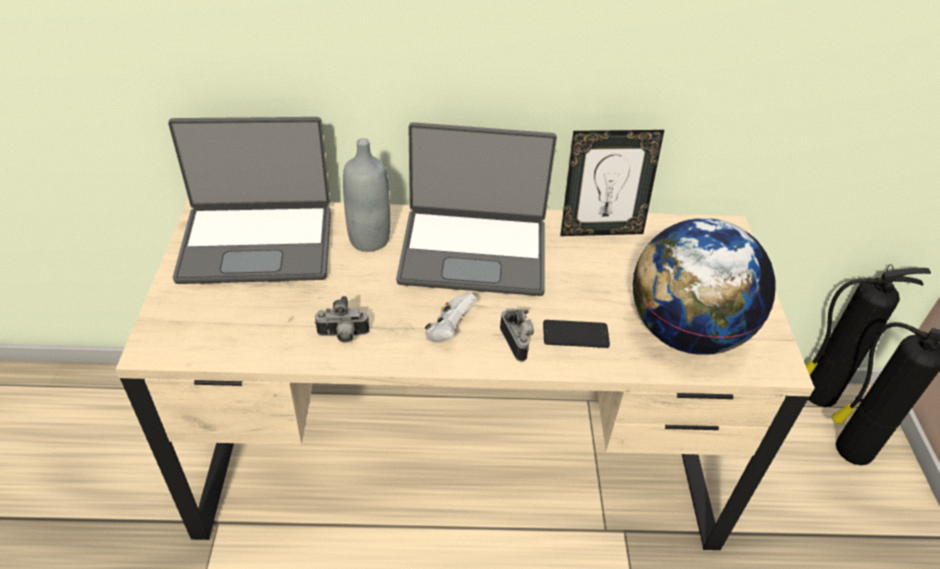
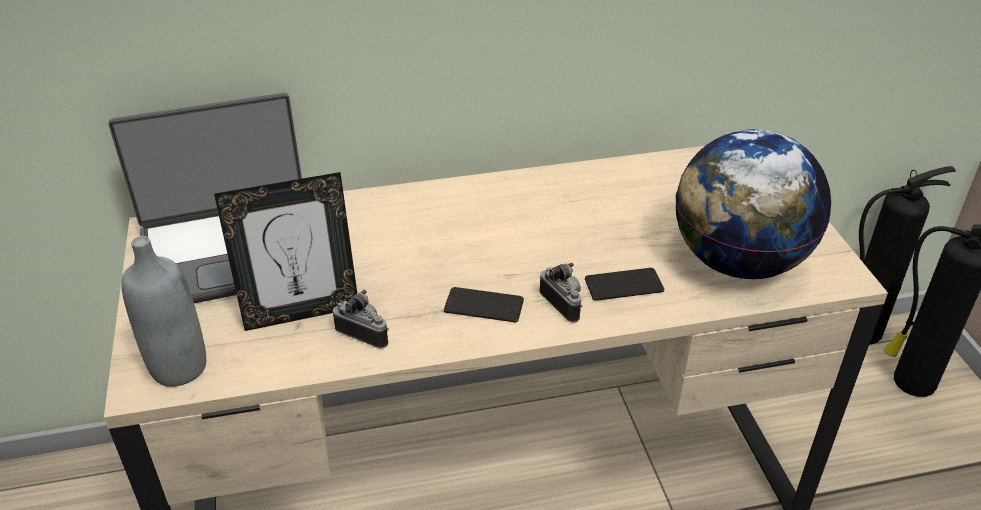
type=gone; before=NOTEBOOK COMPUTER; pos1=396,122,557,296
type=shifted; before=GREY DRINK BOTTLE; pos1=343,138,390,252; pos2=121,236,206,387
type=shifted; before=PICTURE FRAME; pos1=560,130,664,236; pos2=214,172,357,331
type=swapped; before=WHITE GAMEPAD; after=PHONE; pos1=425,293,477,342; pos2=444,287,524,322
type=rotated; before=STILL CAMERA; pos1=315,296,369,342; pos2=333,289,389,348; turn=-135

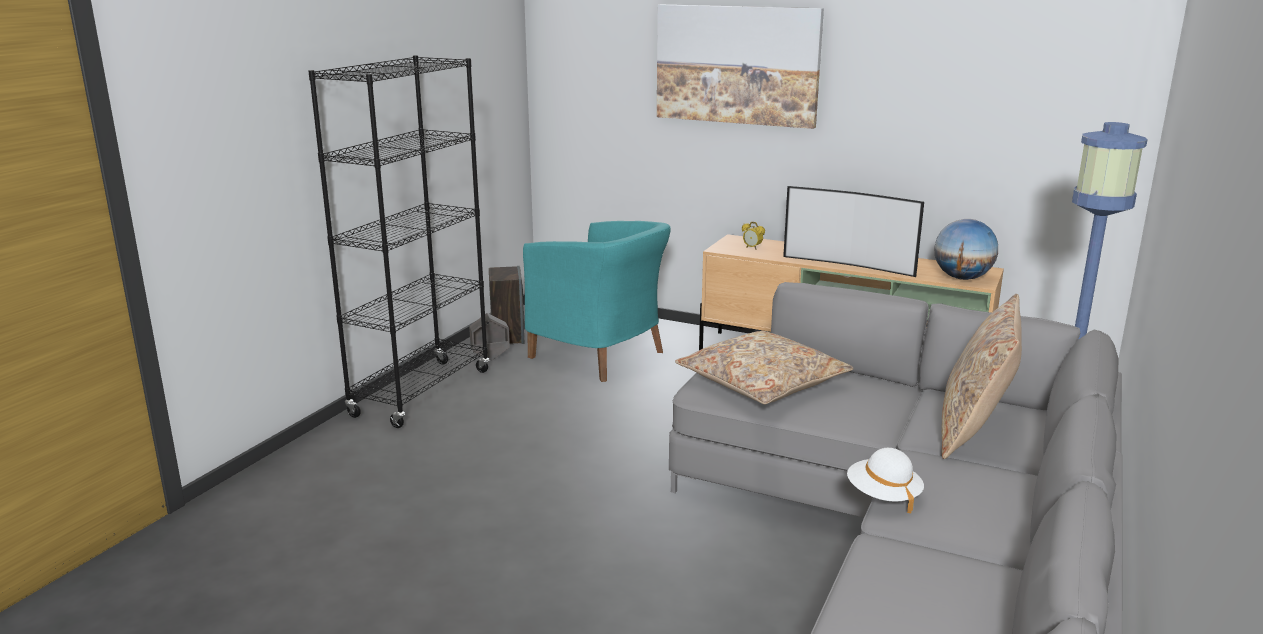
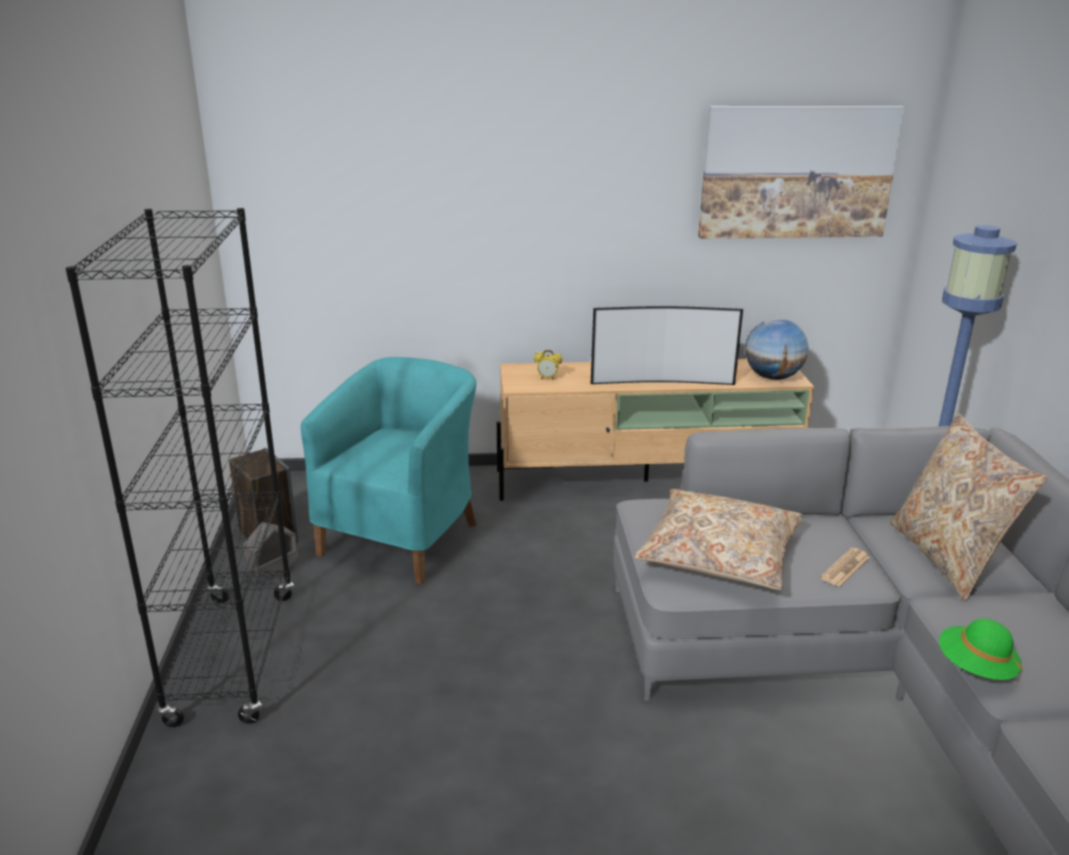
type=new; after=PRINTED PAPER; pos2=820,548,870,587
type=shifted; before=WALL PICTURE; pos1=657,5,824,129; pos2=698,106,905,239
type=repainted; before=WHITE CLOTHING HAT; after=GREEN CLOTHING HAT; pos1=847,448,924,513; pos2=939,619,1022,681
type=rotated; before=TURQUOISE ARMCHAIR; pos1=523,221,671,382; pos2=301,357,476,585; turn=-75

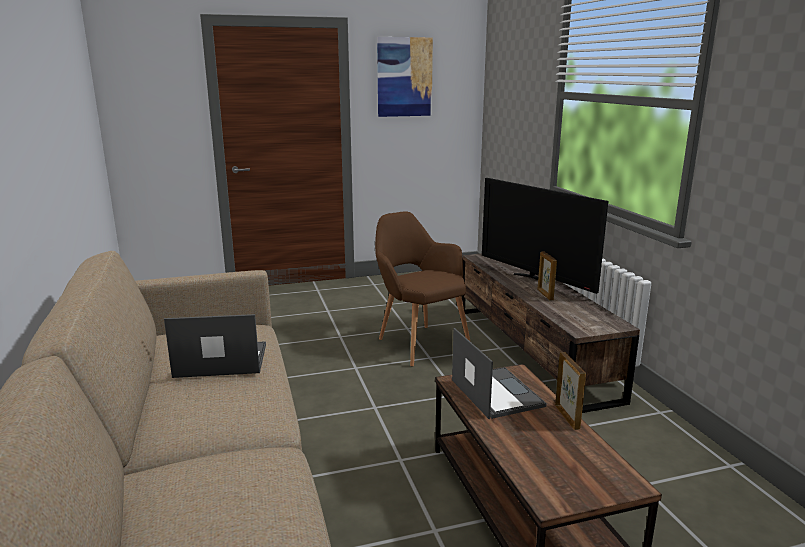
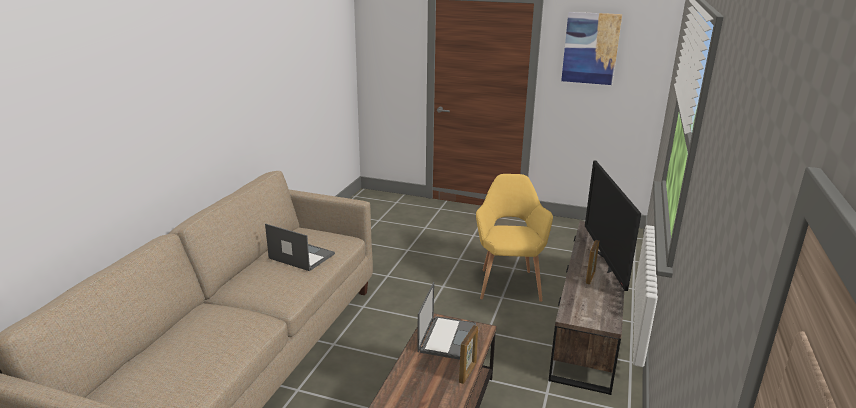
type=repainted; before=BROWN-COLOURED ARMCHAIR; after=YELLOW ARMCHAIR; pos1=375,211,471,367; pos2=476,174,553,302

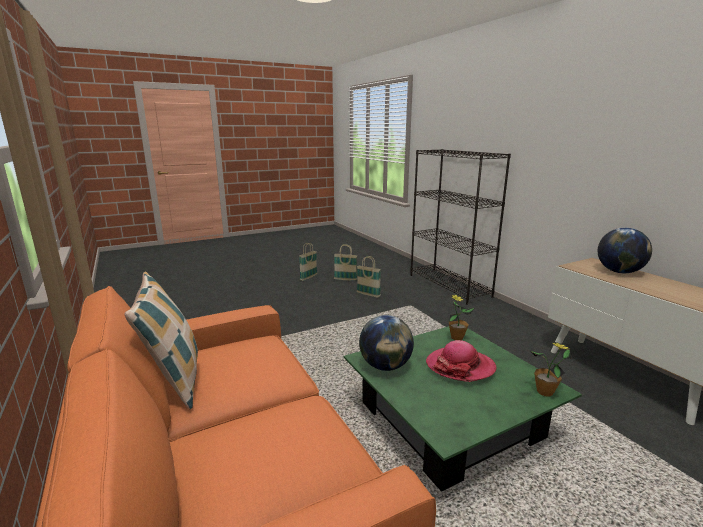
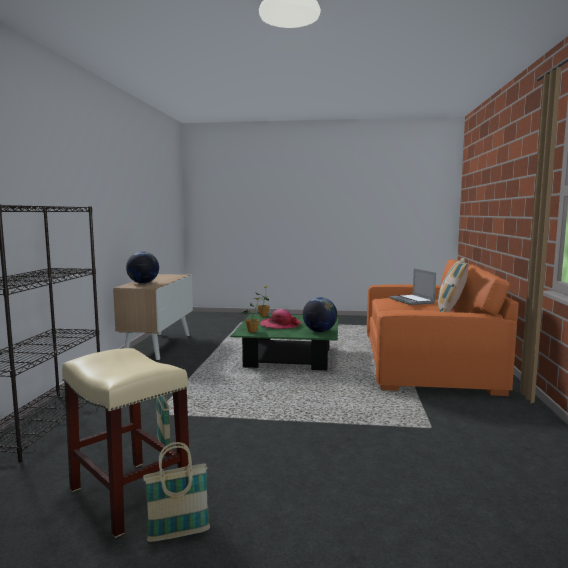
type=new; after=NOTEBOOK COMPUTER; pos2=390,269,436,305
type=swapped; before=STORAGE BASKET; after=BEIGE-COLOURED STOOL SEAT; pos1=334,244,357,281; pos2=62,348,189,538

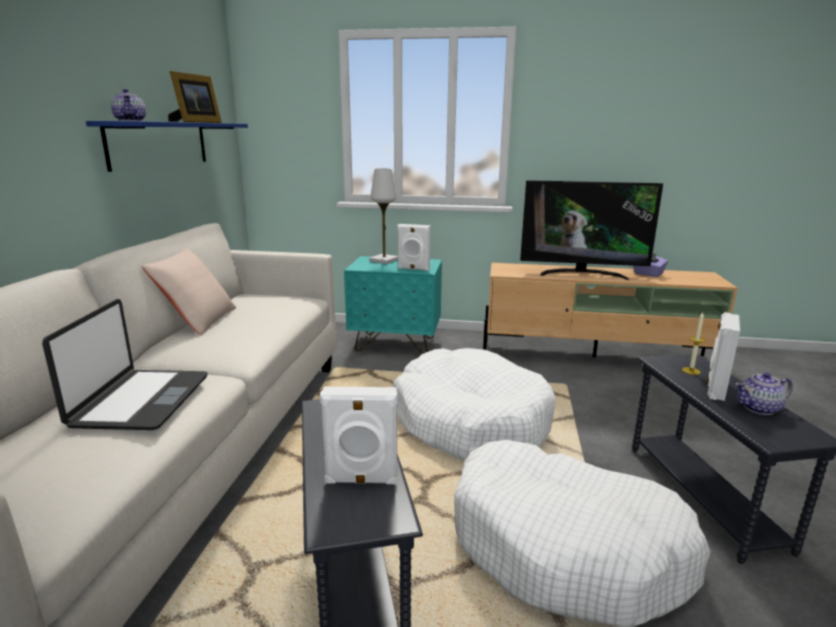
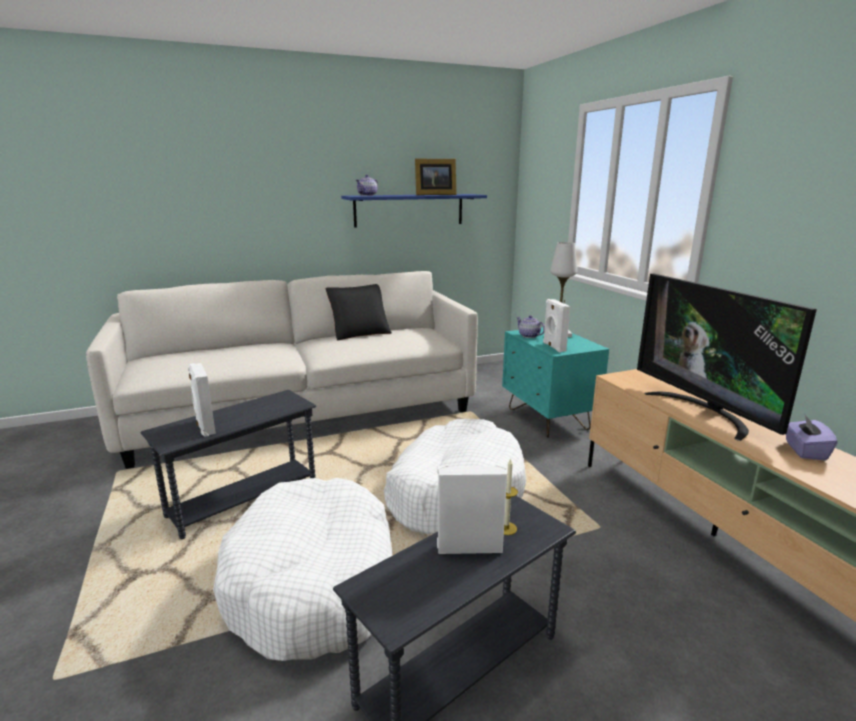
type=gone; before=NOTEBOOK COMPUTER; pos1=42,299,208,430
type=shifted; before=TEA POT; pos1=735,372,793,415; pos2=516,315,545,338
type=repainted; before=BEIGE-COLOURED PILLOW; after=BLACK PILLOW; pos1=142,249,237,335; pos2=325,284,392,340

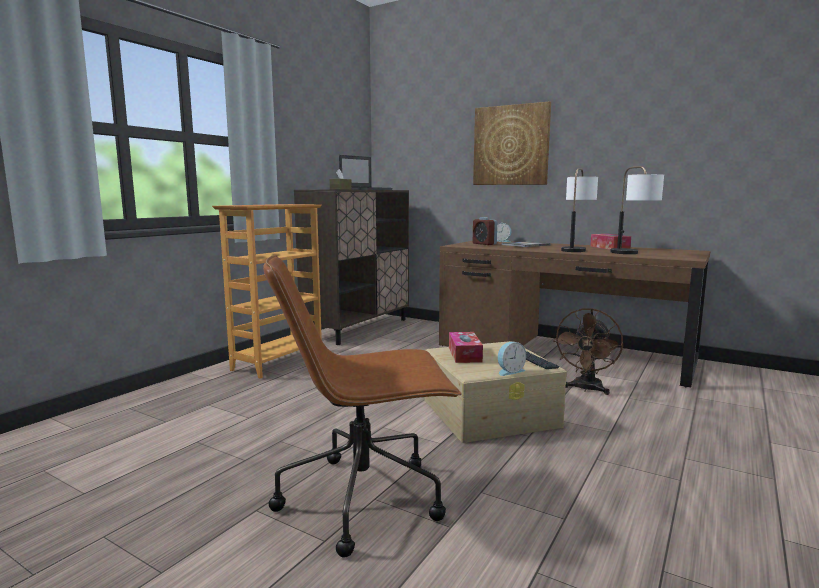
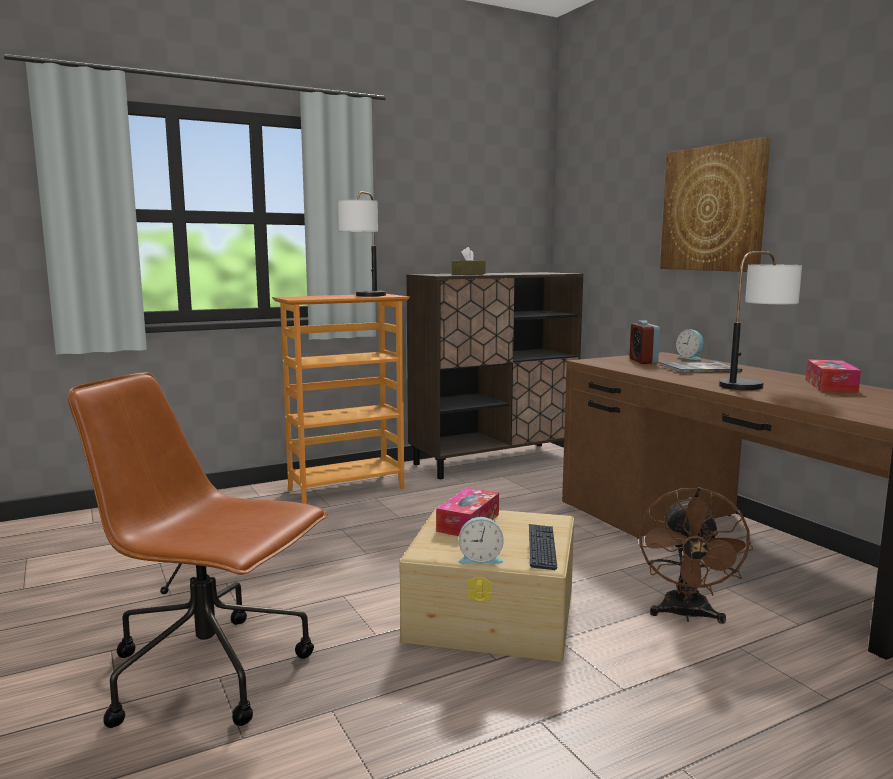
type=gone; before=NOTEBOOK COMPUTER; pos1=339,155,392,190
type=shifted; before=TABLETOP LAMP; pos1=610,166,664,254; pos2=338,191,386,297
type=rotated; before=BROWN-COLOURED COOLING FAN; pos1=554,308,623,395; pos2=639,487,753,624; turn=-45

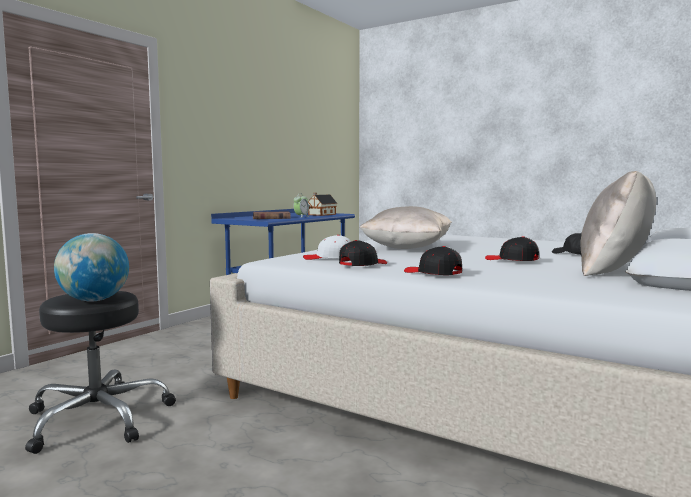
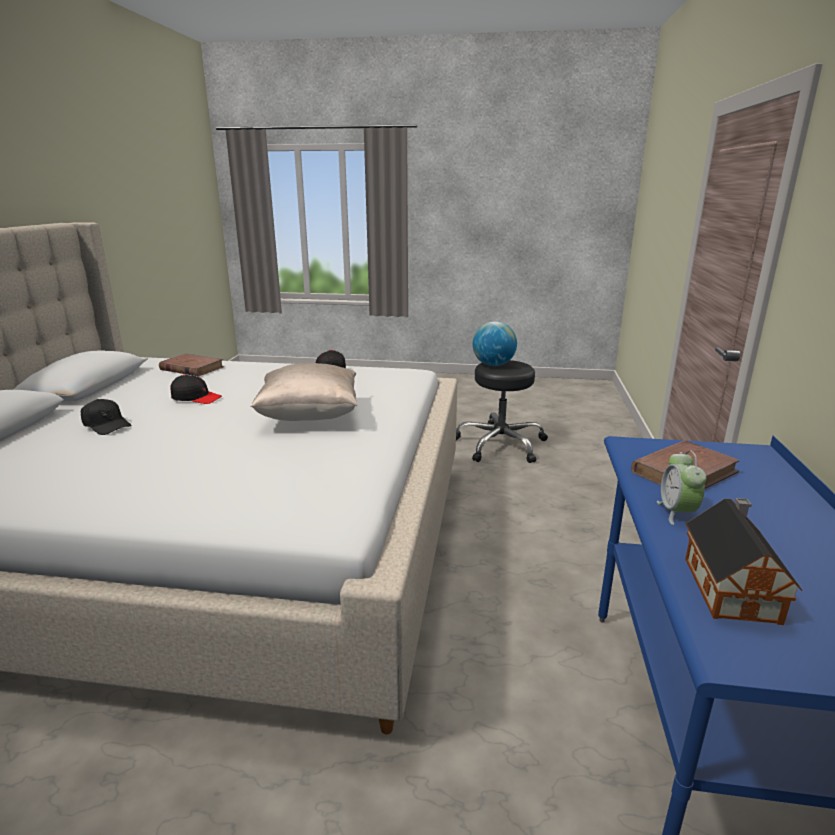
type=gone; before=WHITE BASEBALL CAP; pos1=303,235,351,260
type=gone; before=BLACK BASEBALL CAP; pos1=404,246,462,275
type=gone; before=BEIGE-COLOURED PILLOW; pos1=580,171,656,276
type=new; after=BROWN-COLOURED BOUND BOOK; pos2=159,354,224,376

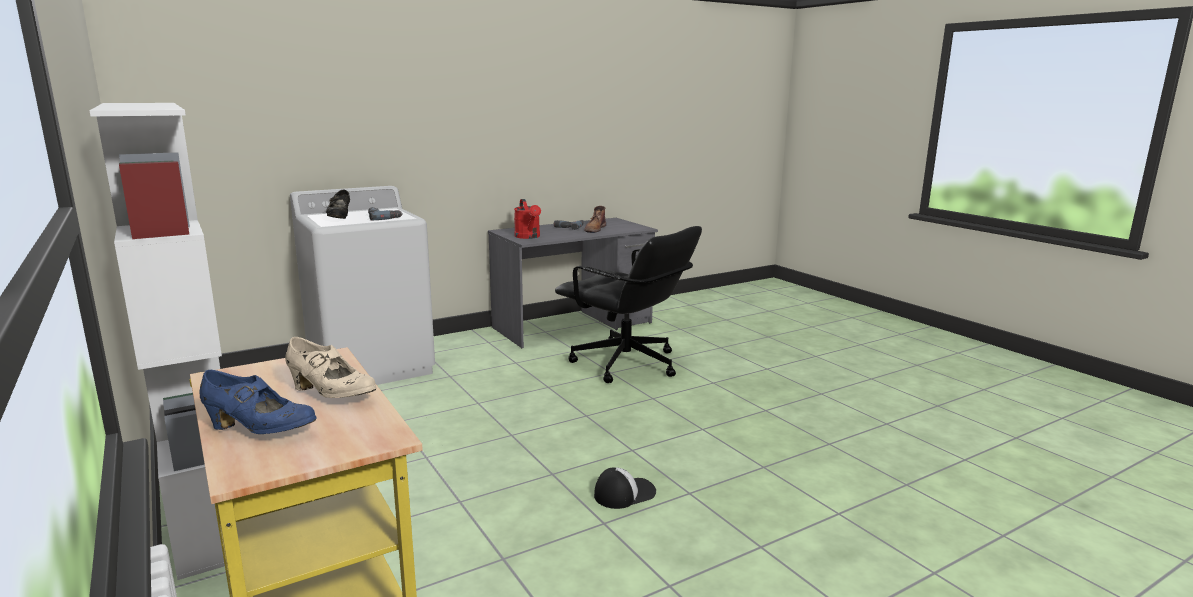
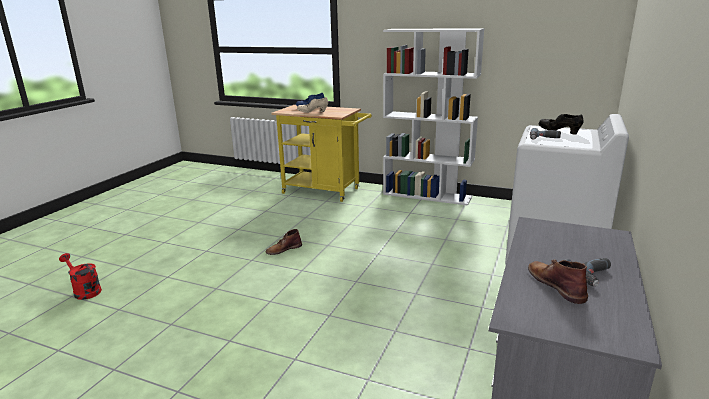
type=gone; before=BLACK COMPUTER CHAIR; pos1=555,226,702,383
type=shifted; before=REDDISH WATERING CAN; pos1=514,199,541,239; pos2=59,253,102,300
type=swapped; before=BASEBALL CAP; after=BROWN-COLOURED BOOT; pos1=594,467,656,509; pos2=265,229,302,255

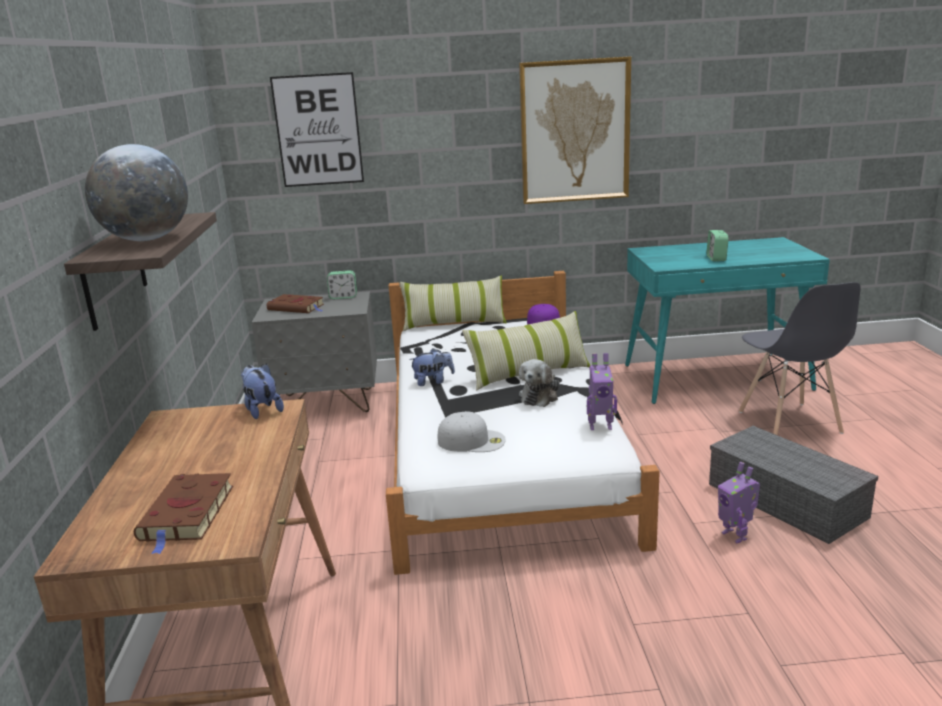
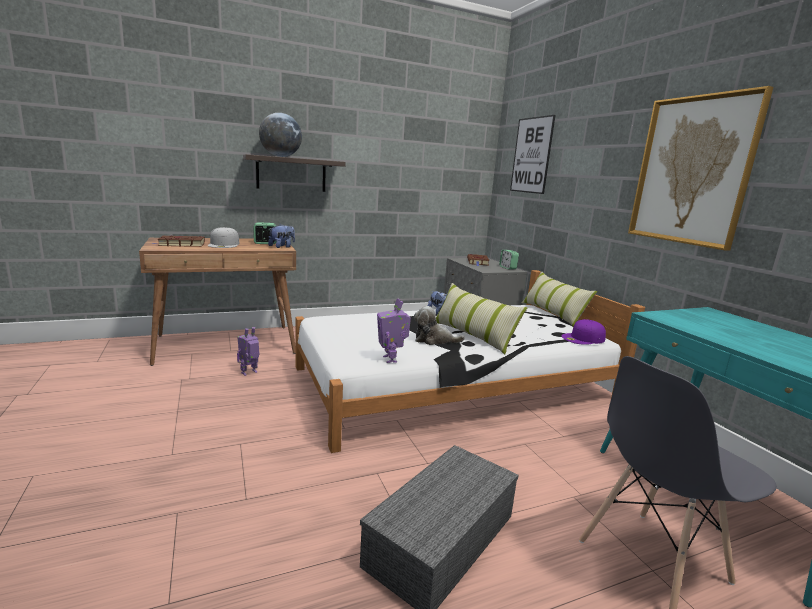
type=shifted; before=WHITE BASEBALL CAP; pos1=438,411,506,452; pos2=208,227,239,248
type=shifted; before=BEDSIDE CLOCK; pos1=707,230,729,262; pos2=253,222,276,244
type=shifted; before=ROBOT FIGURE; pos1=718,462,760,543; pos2=237,327,260,376

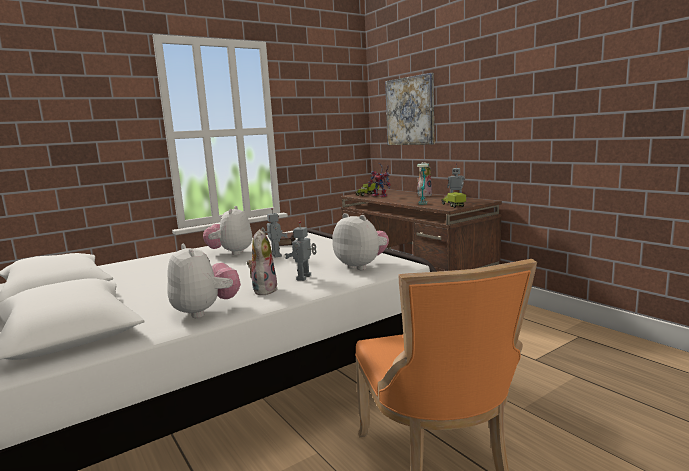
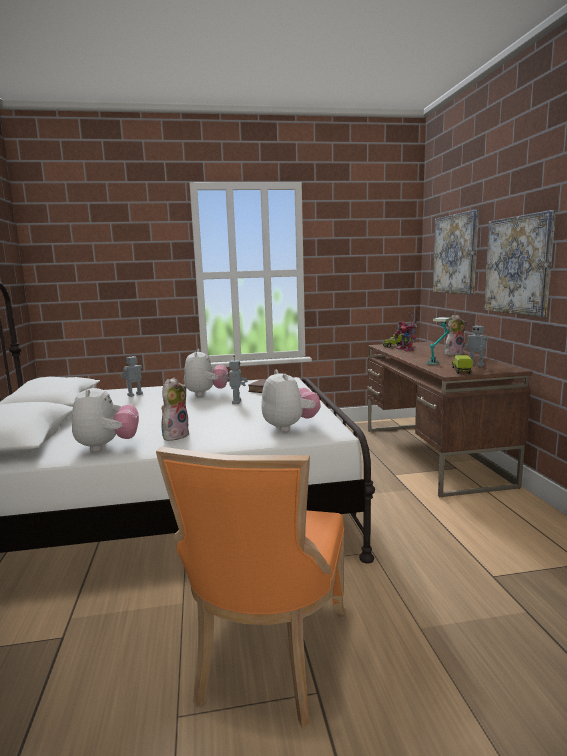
type=new; after=WALL PICTURE; pos2=484,210,556,317
type=shifted; before=ROBOT FIGURE; pos1=285,221,317,281; pos2=120,352,143,397
type=rotated; before=PLUSH TOY; pos1=203,206,252,255; pos2=184,349,228,396; turn=150

